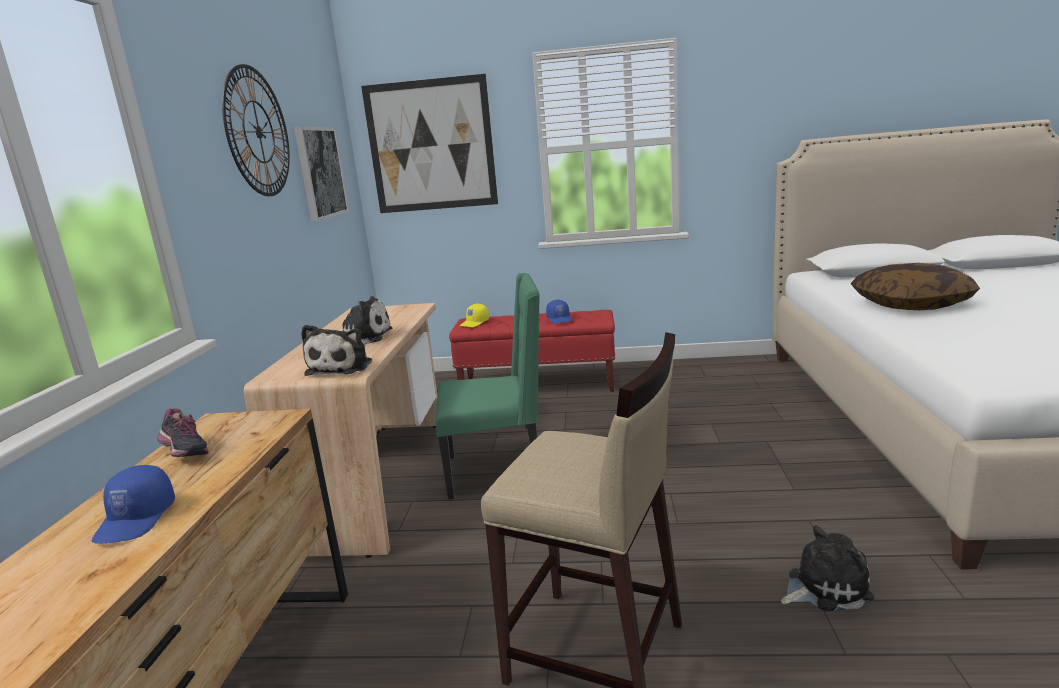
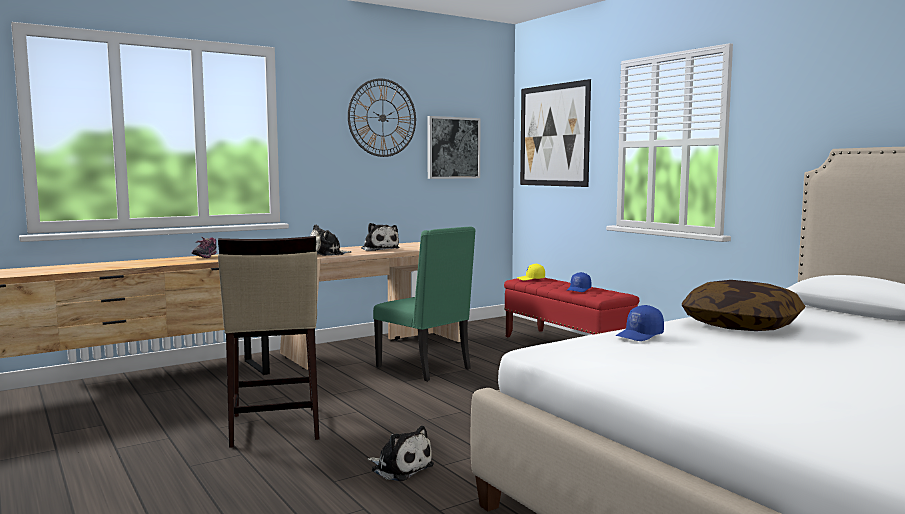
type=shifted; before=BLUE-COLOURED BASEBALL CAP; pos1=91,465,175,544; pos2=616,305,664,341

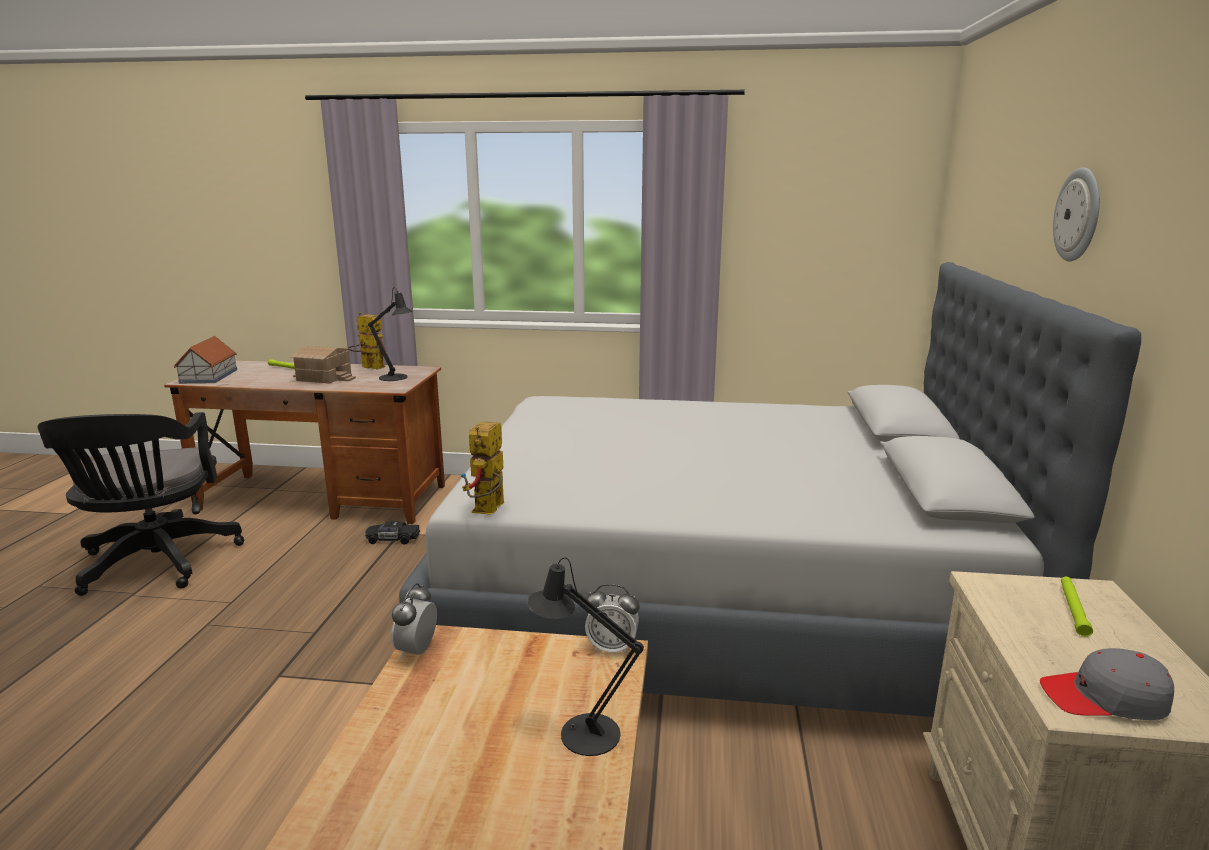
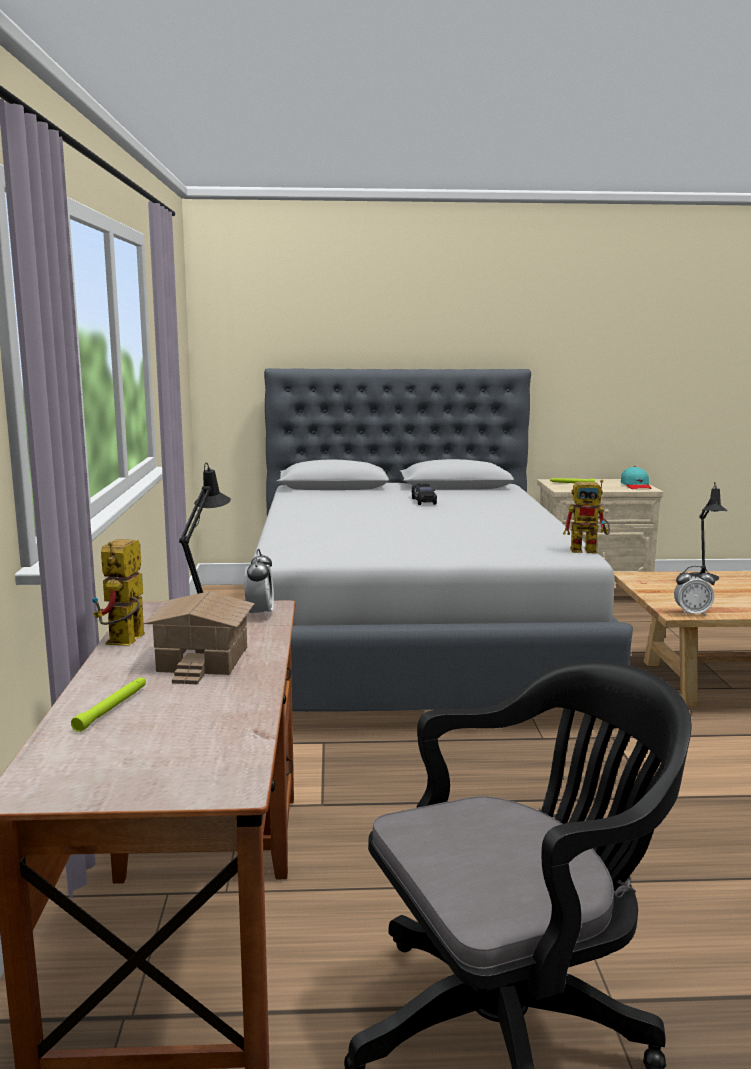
type=gone; before=TOY HOUSE; pos1=174,336,237,384
type=gone; before=HANGING CLOCK; pos1=1053,167,1100,261
type=shifted; before=BLACK TOY CAR; pos1=365,520,420,544; pos2=412,484,437,505
type=shifted; before=BEDSIDE CLOCK; pos1=585,584,639,655; pos2=244,549,274,619
type=repainted; before=GREY BASEBALL CAP; after=TURQUOISE BASEBALL CAP; pos1=1040,648,1174,720; pos2=621,466,652,489

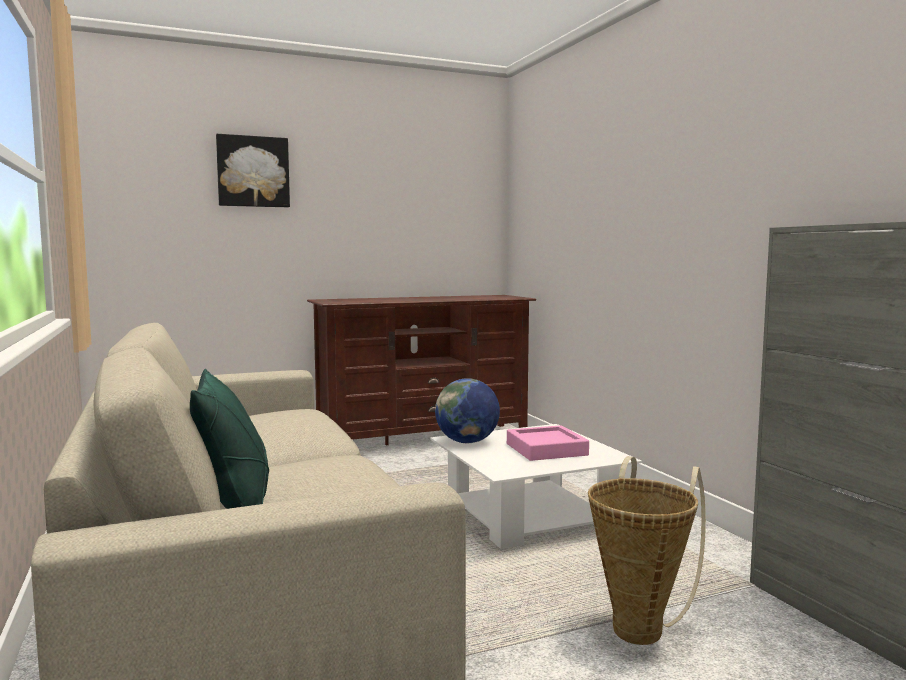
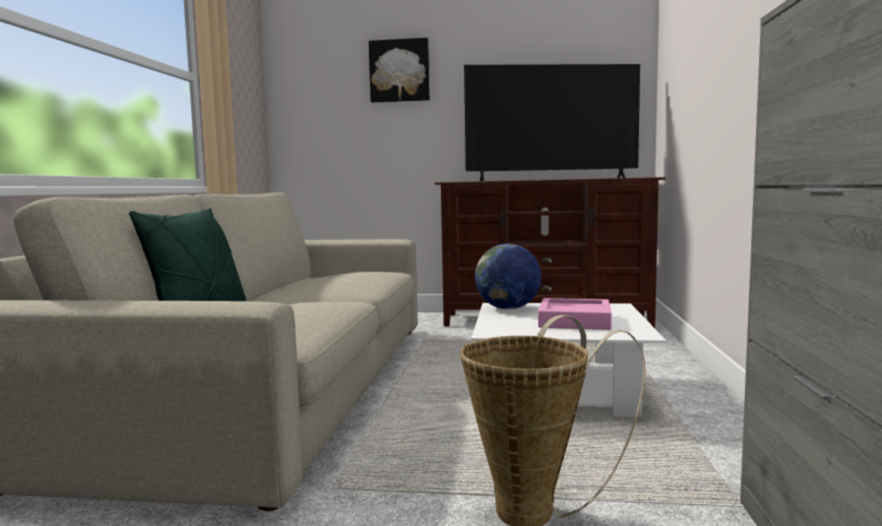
type=new; after=TELEVISION; pos2=464,64,640,181

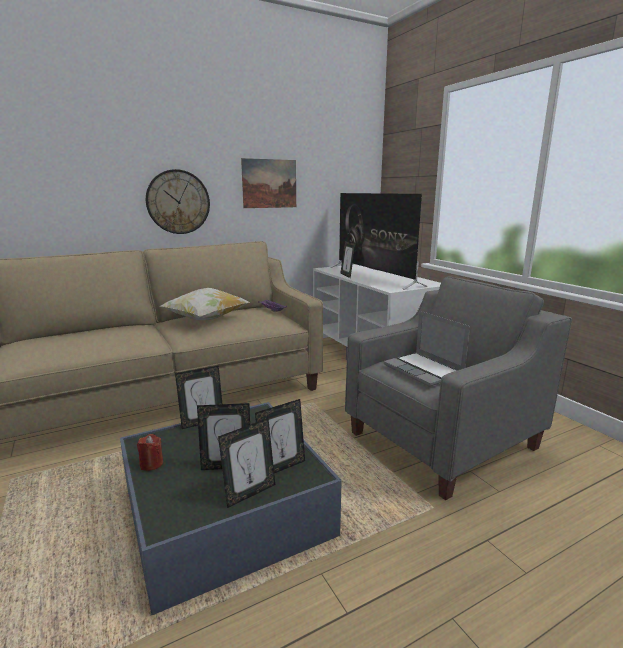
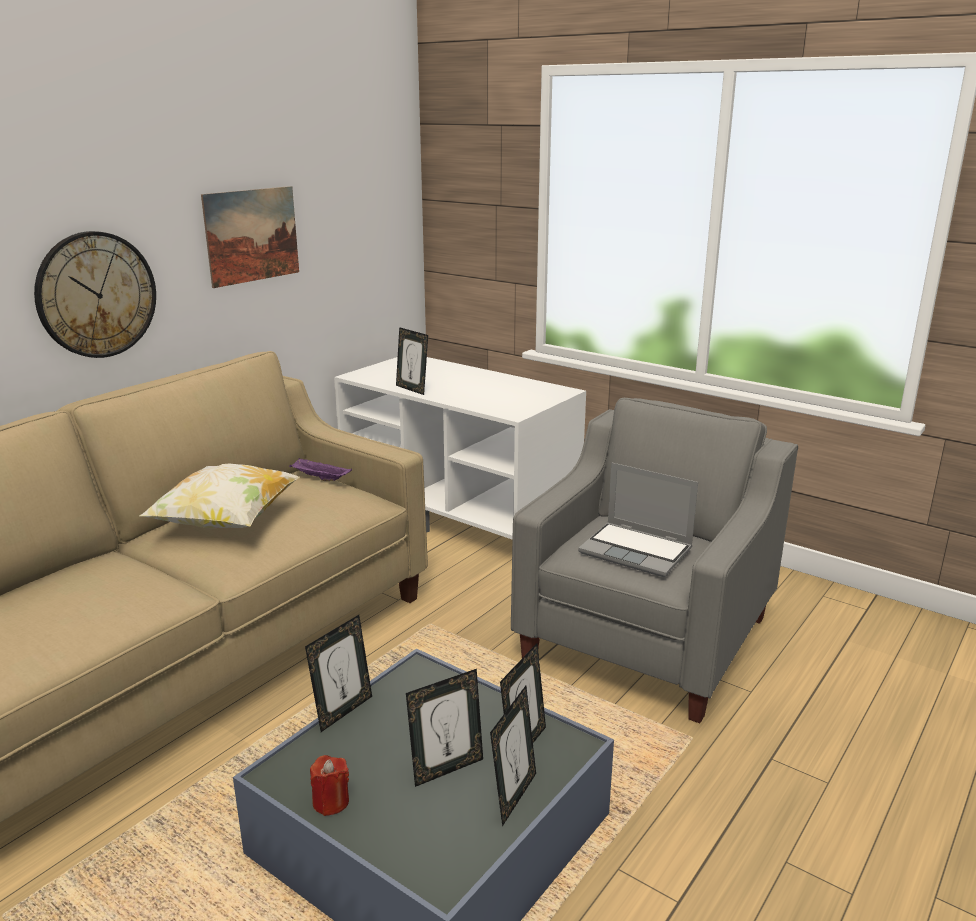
type=gone; before=TELEVISION; pos1=330,193,428,290

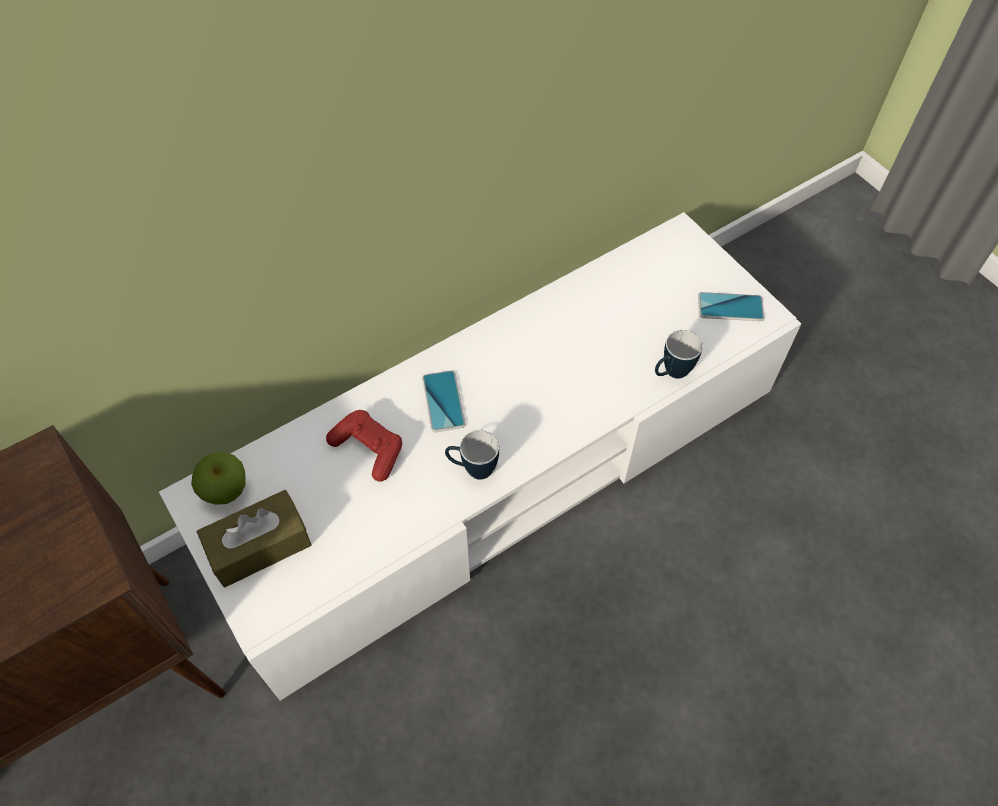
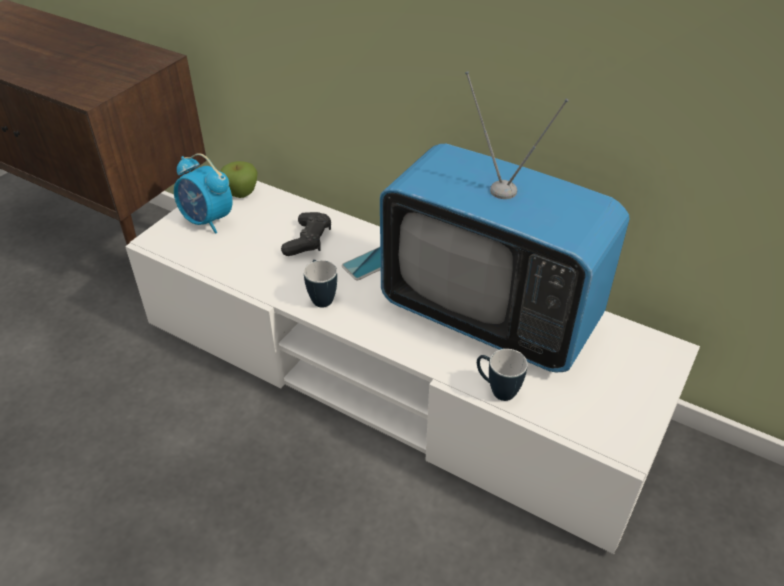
type=gone; before=PHONE; pos1=698,292,765,321
type=new; after=TELEVISION; pos2=380,71,630,372
type=swapped; before=BROWN-COLOURED TISSUE BOX; after=BEDSIDE CLOCK; pos1=197,490,312,587; pos2=174,153,233,234
type=repainted; before=REDDISH GAMEPAD; after=BLACK GAMEPAD; pos1=326,410,402,482; pos2=281,212,331,256

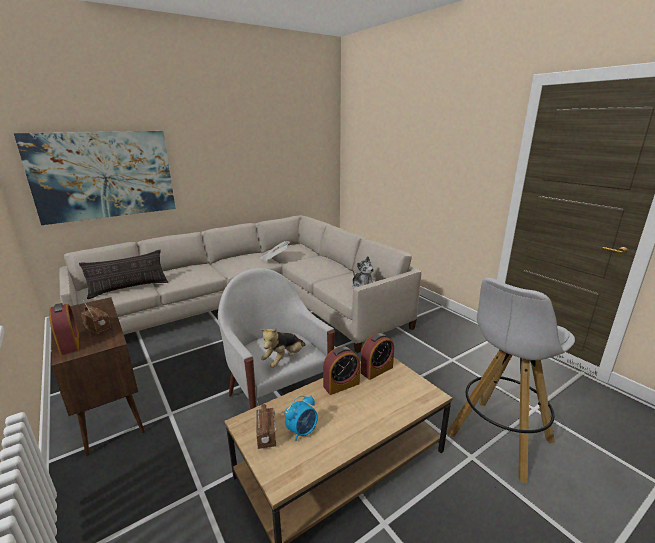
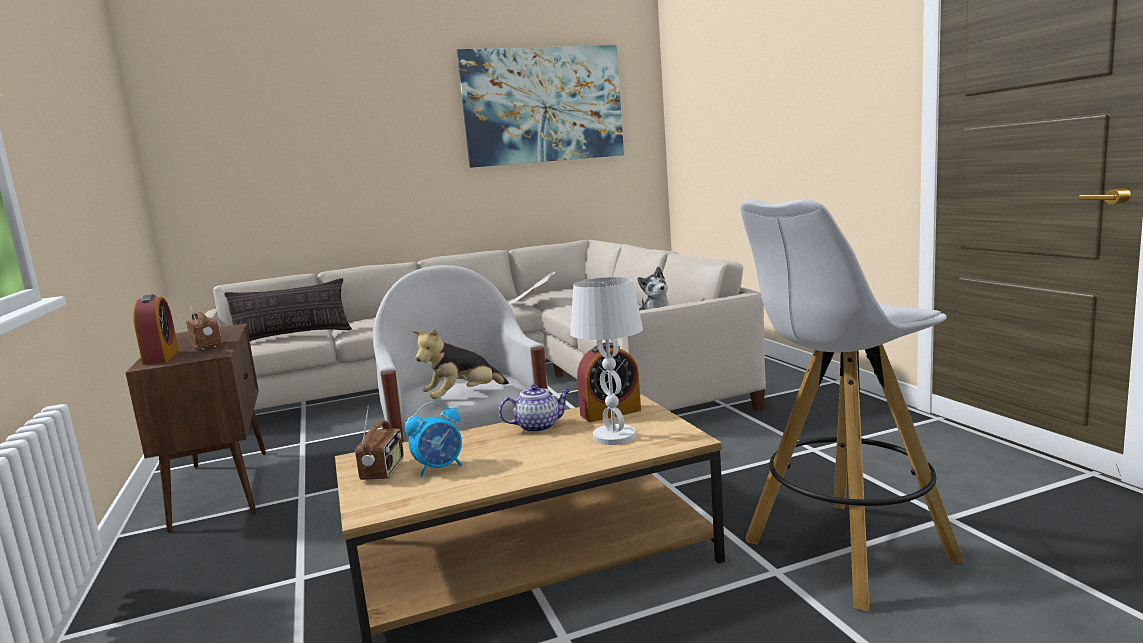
type=new; after=WHITE TABLETOP LAMP; pos2=570,277,643,445
type=shifted; before=WALL PICTURE; pos1=14,131,176,225; pos2=457,45,624,168
type=swapped; before=BEDSIDE CLOCK; after=TEA POT; pos1=323,346,360,395; pos2=499,384,571,433

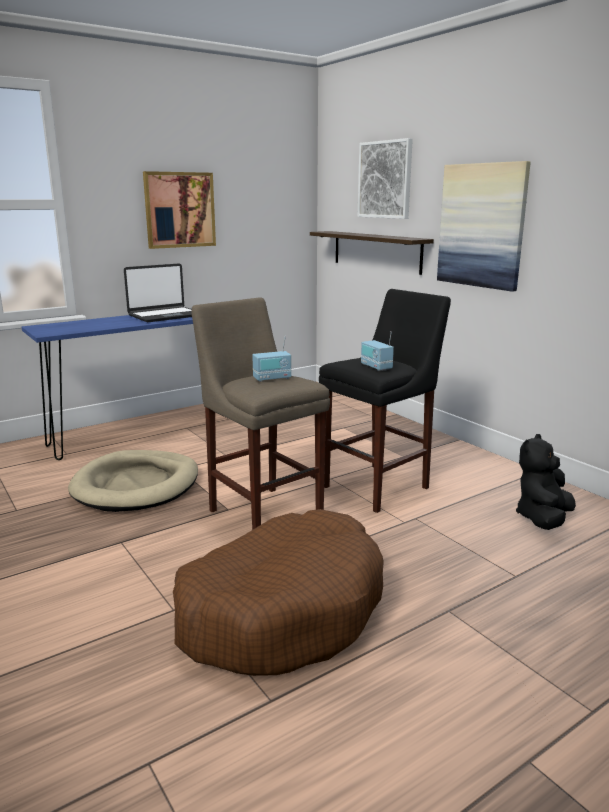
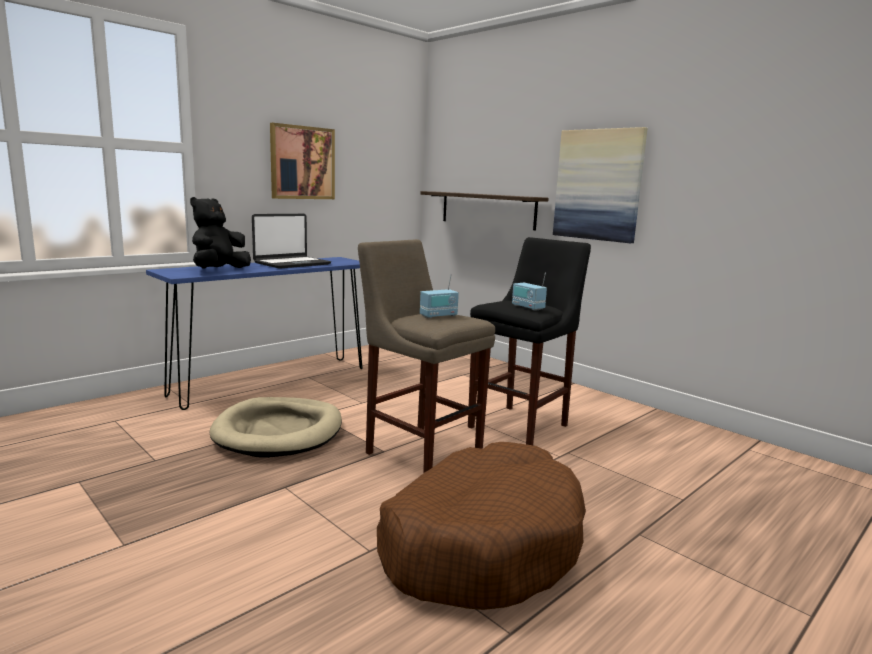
type=gone; before=WALL PICTURE; pos1=358,138,413,219
type=shifted; before=BLACK PLUSH TOY; pos1=516,434,576,530; pos2=190,197,251,269

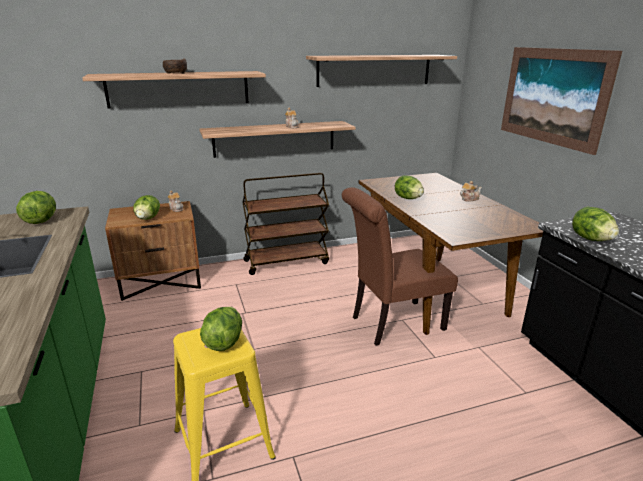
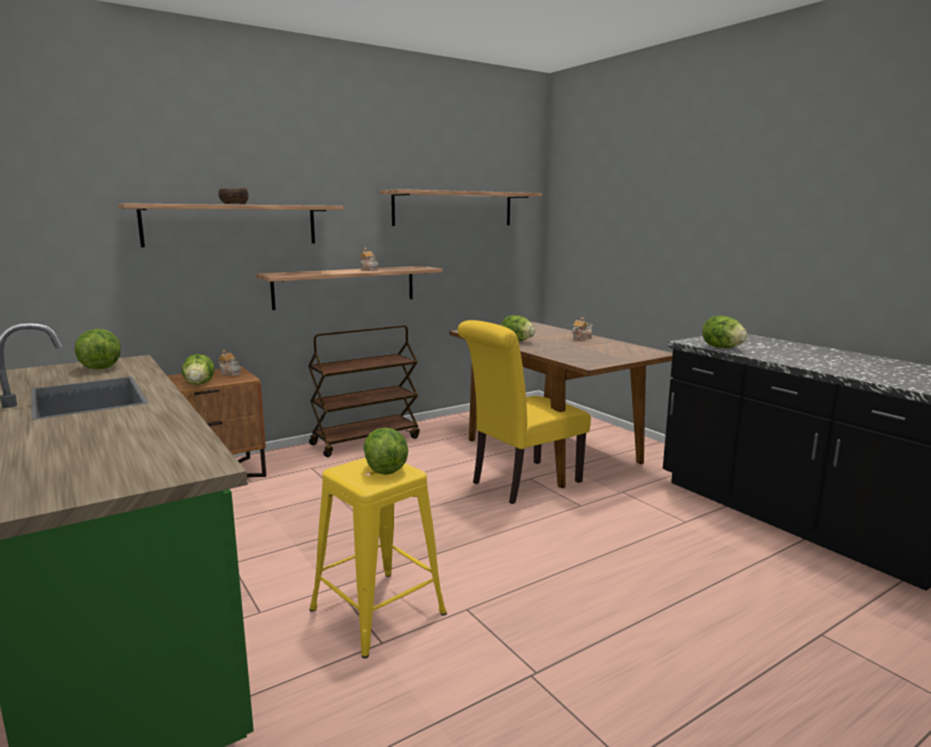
type=gone; before=WALL PICTURE; pos1=501,47,622,155
type=repainted; before=BROWN-COLOURED CHAIR; after=YELLOW CHAIR; pos1=342,187,458,346; pos2=458,320,591,504

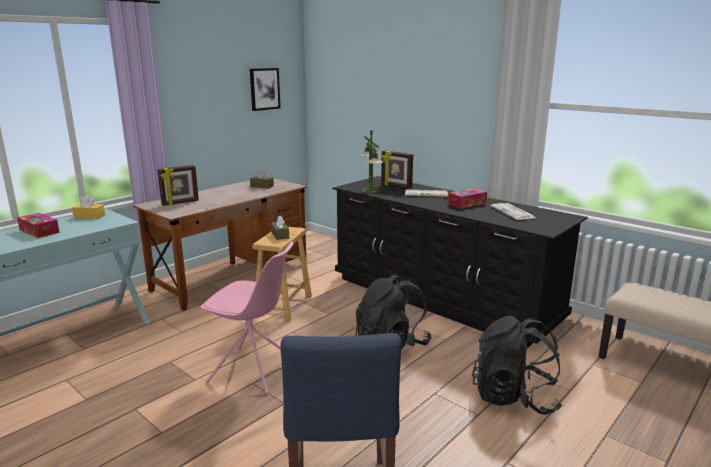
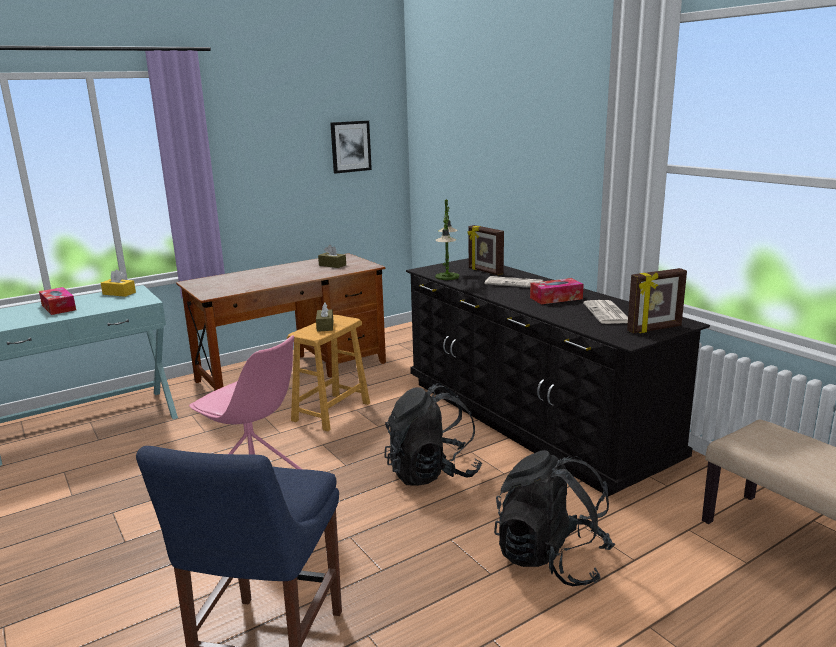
type=shifted; before=PICTURE FRAME; pos1=157,165,199,206; pos2=627,268,687,334

